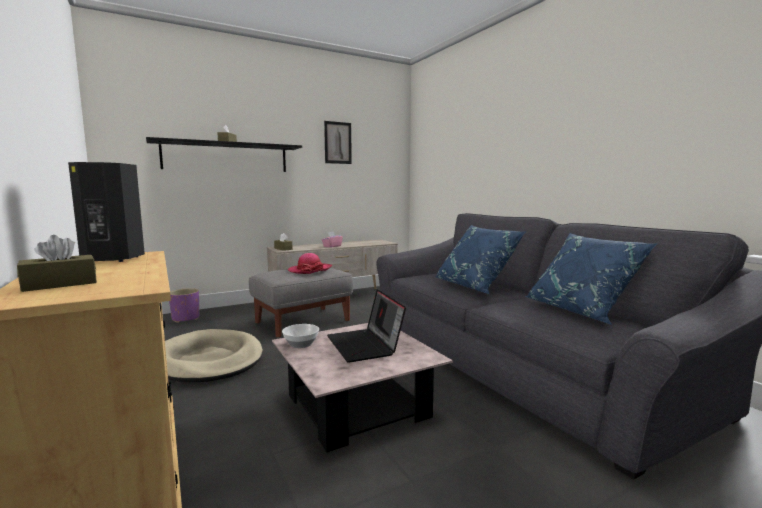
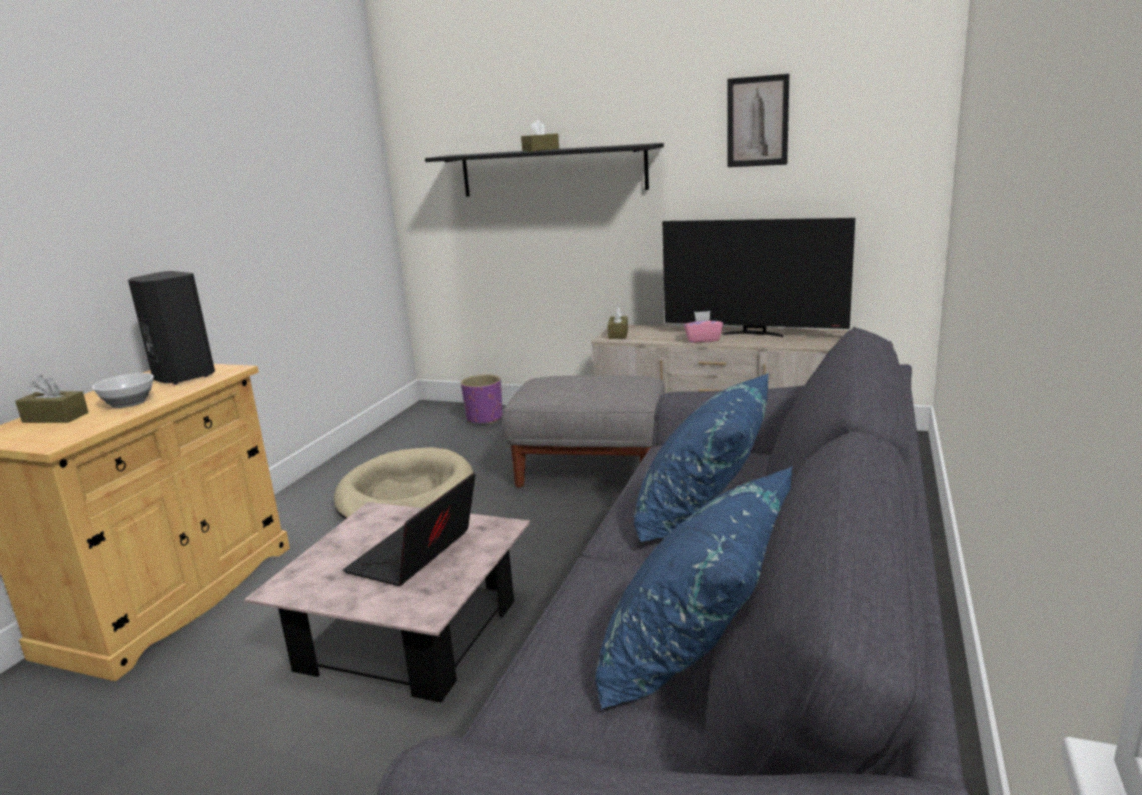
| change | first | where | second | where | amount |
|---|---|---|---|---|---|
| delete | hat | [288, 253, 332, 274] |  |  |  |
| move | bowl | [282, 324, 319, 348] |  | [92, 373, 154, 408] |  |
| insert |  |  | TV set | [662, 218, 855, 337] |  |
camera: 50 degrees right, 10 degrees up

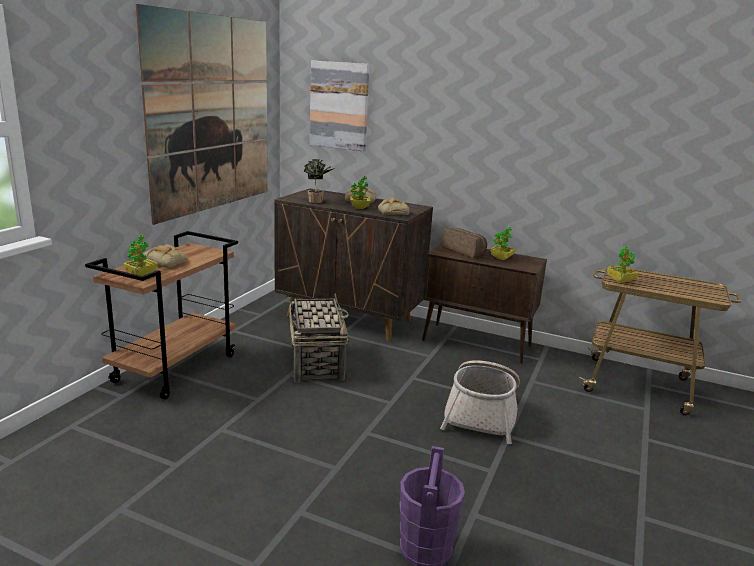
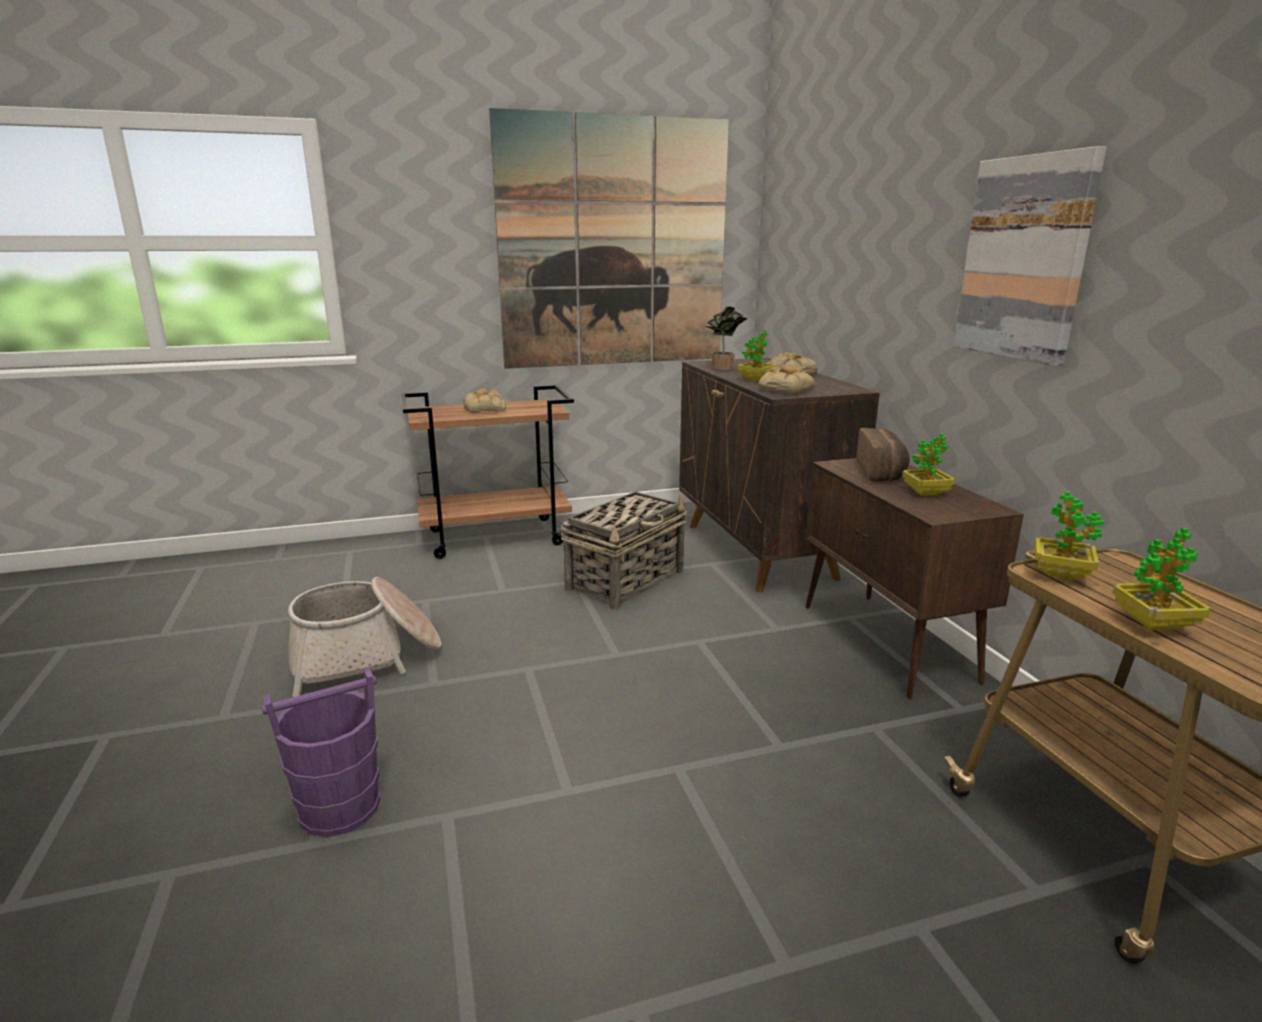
| change | first | where | second | where | amount |
|---|---|---|---|---|---|
| move | wall art | [310, 60, 370, 151] |  | [954, 146, 1106, 366] |  |
| move | potted plant | [123, 234, 158, 276] |  | [1113, 528, 1211, 630] |  |
| move | basket | [440, 360, 520, 444] |  | [288, 577, 441, 697] |  |
camera: 50 degrees right, 0 degrees up

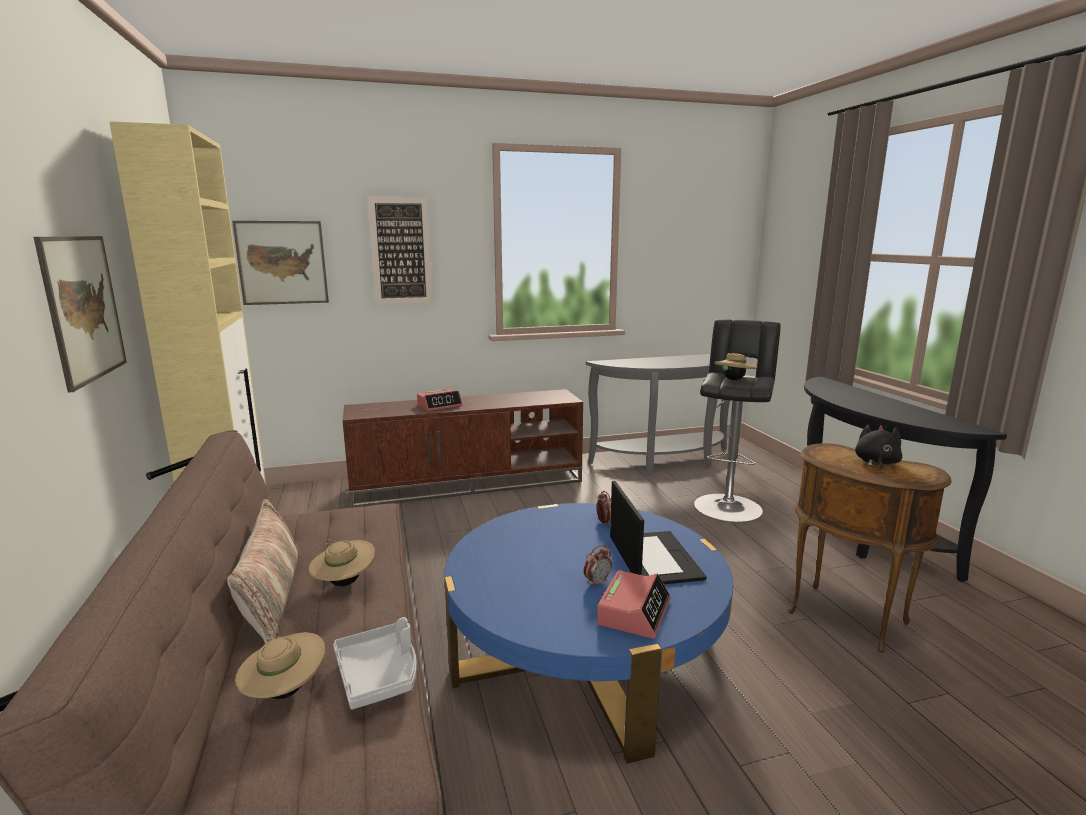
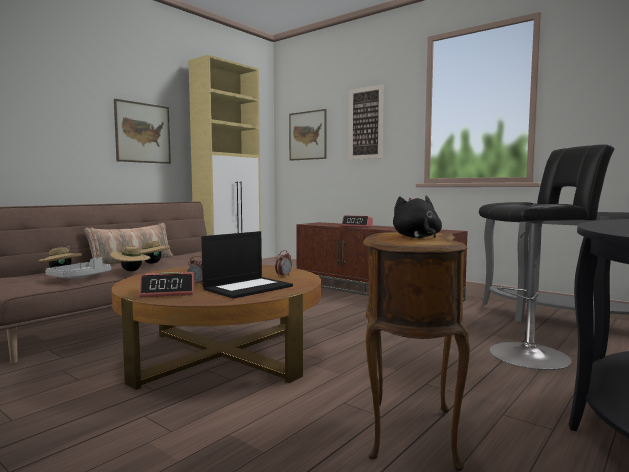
| change | first | where | second | where | amount |
|---|---|---|---|---|---|
| move | hat (beige) | [714, 353, 757, 380] |  | [110, 246, 151, 271] |  |
| rotate | cuddly toy (blackish) | [855, 424, 902, 472] |  | [393, 196, 442, 238] | 90 degrees counterclockwise |
| recolor | lounge table (blue-coloured) | [444, 503, 733, 764] | lounge table (brown) | [112, 265, 321, 390] |  |
camera: 55 degrees right, 10 degrees down

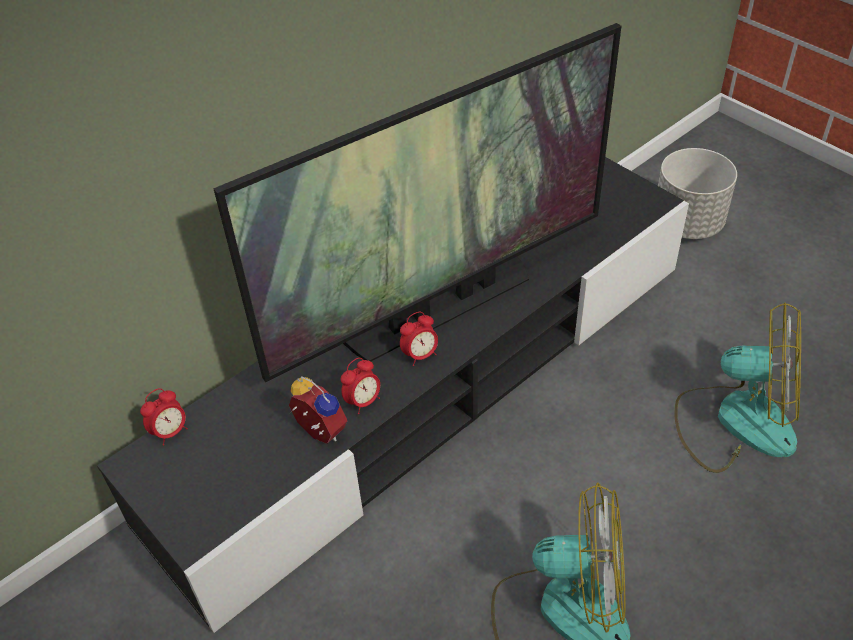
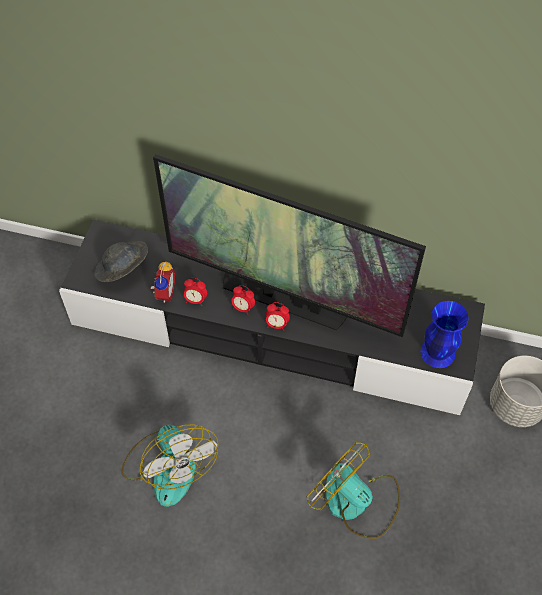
| change | first | where | second | where | amount |
|---|---|---|---|---|---|
| rotate | fan | [674, 303, 801, 473] |  | [306, 441, 400, 539] | 150 degrees clockwise |
| move | bedside clock | [140, 388, 188, 445] |  | [266, 302, 290, 331] |  |
| insert |  |  | hat (grey) | [95, 241, 148, 282] |  |
| insert |  |  | vase (blue-coloured) | [421, 301, 469, 368] |  |
camera: 55 degrees right, 10 degrees up

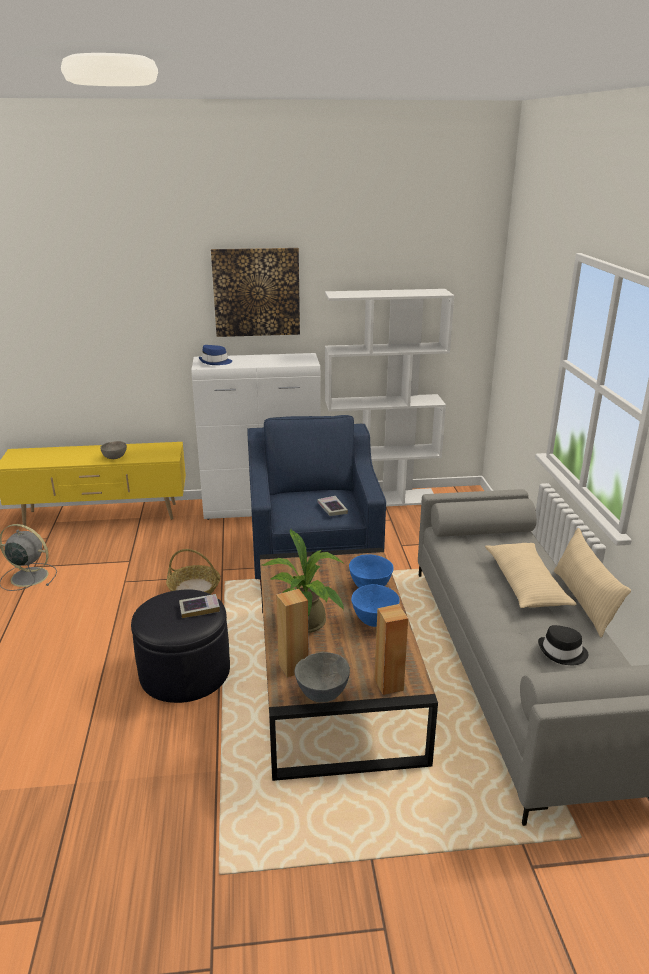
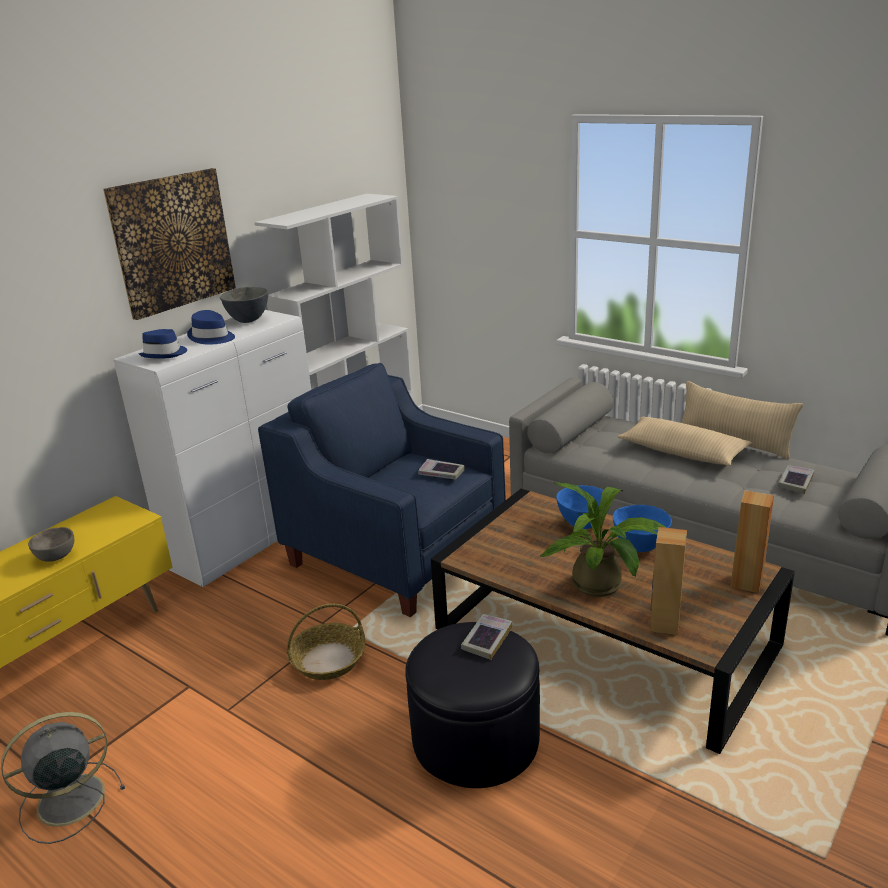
| change | first | where | second | where | amount |
|---|---|---|---|---|---|
| replace | hat (blackish) | [538, 625, 589, 665] | bound book | [778, 465, 814, 494] |  |
| move | bowl (grey) | [294, 652, 350, 703] |  | [220, 287, 268, 323] |  |
| insert |  |  | hat (blue-coloured) | [187, 310, 235, 345] |  |
camera: 45 degrees left, 0 degrees up

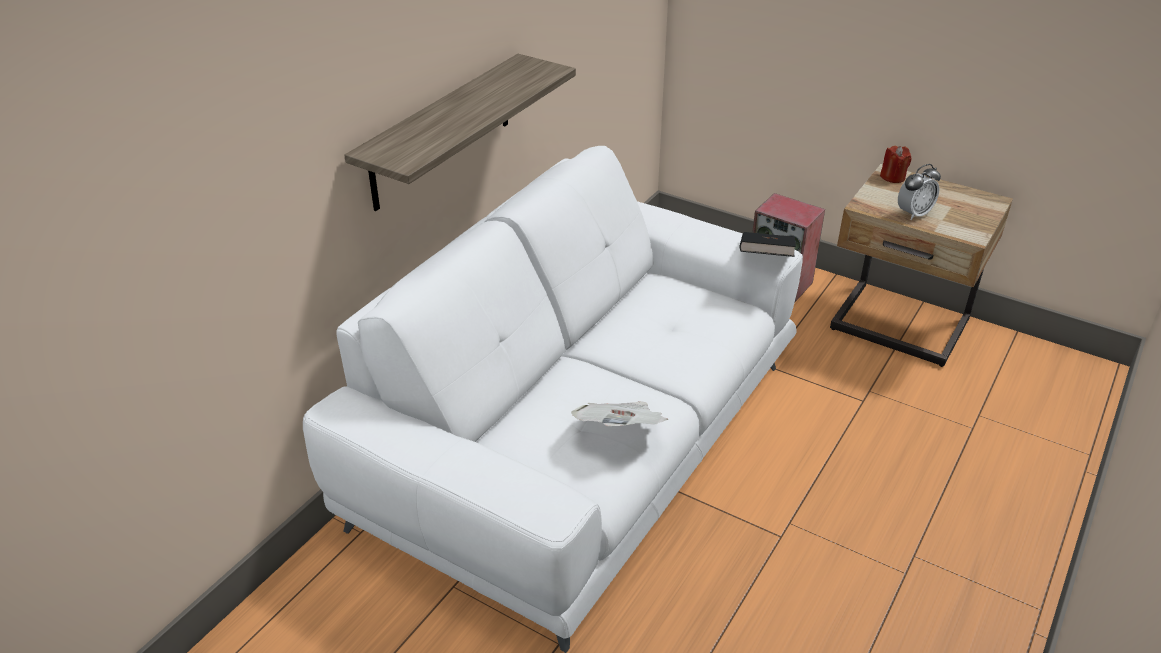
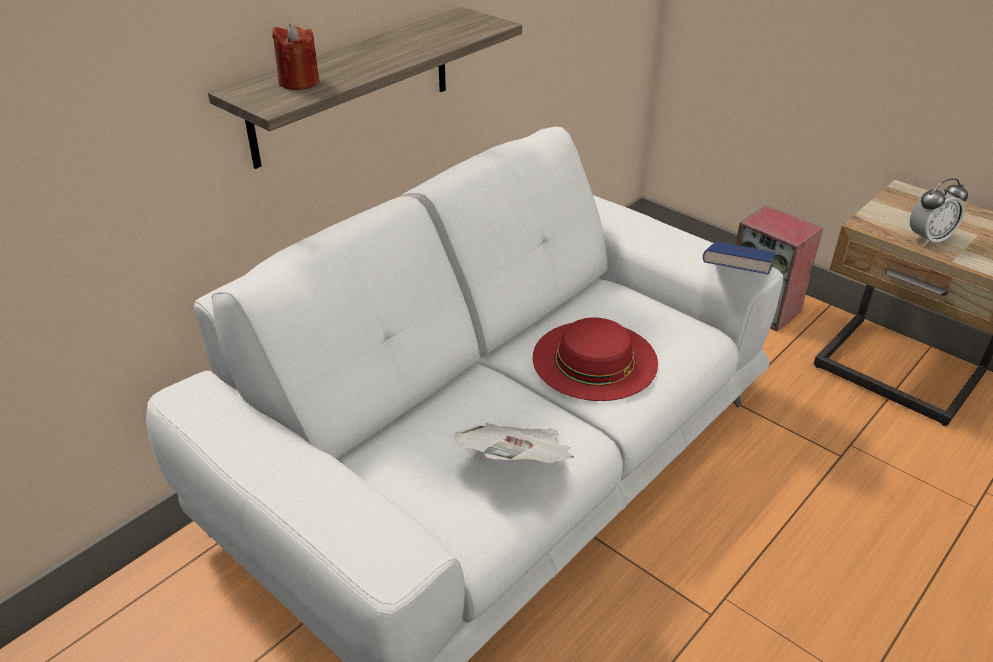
| change | first | where | second | where | amount |
|---|---|---|---|---|---|
| move | wax candle (red-coloured) | [880, 145, 911, 183] |  | [272, 24, 319, 90] |  |
| recolor | bound book (blackish) | [740, 232, 796, 257] | bound book (blue-coloured) | [703, 241, 776, 275] |  |
| insert |  |  | hat (red-coloured) | [533, 318, 658, 401] |  |
camera: 10 degrees right, 0 degrees up

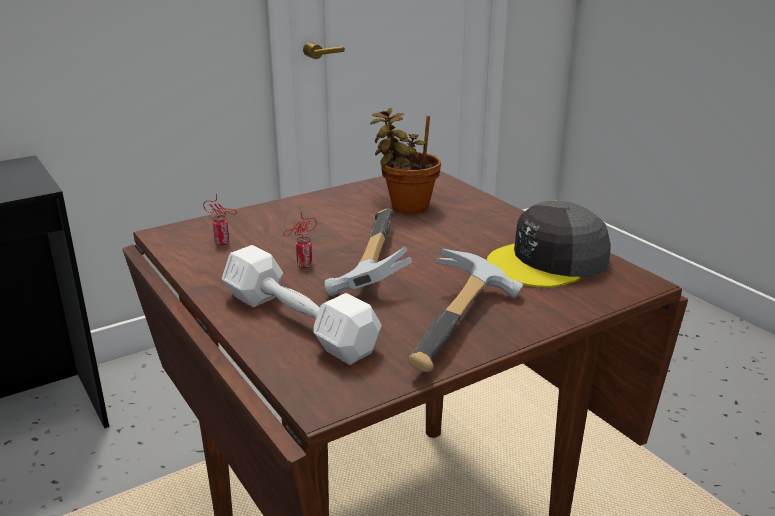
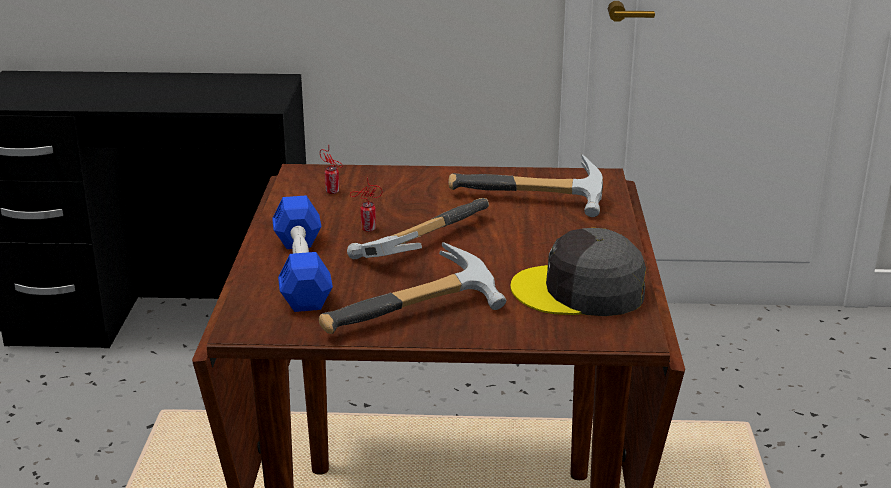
| change | first | where | second | where | amount |
|---|---|---|---|---|---|
| replace | potted plant | [370, 108, 441, 214] | hand hammer | [449, 154, 603, 217] |  |
| recolor | free weight (whitish) | [222, 245, 382, 365] | free weight (blue-coloured) | [272, 196, 333, 312] |  |
camera: 35 degrees right, 0 degrees up

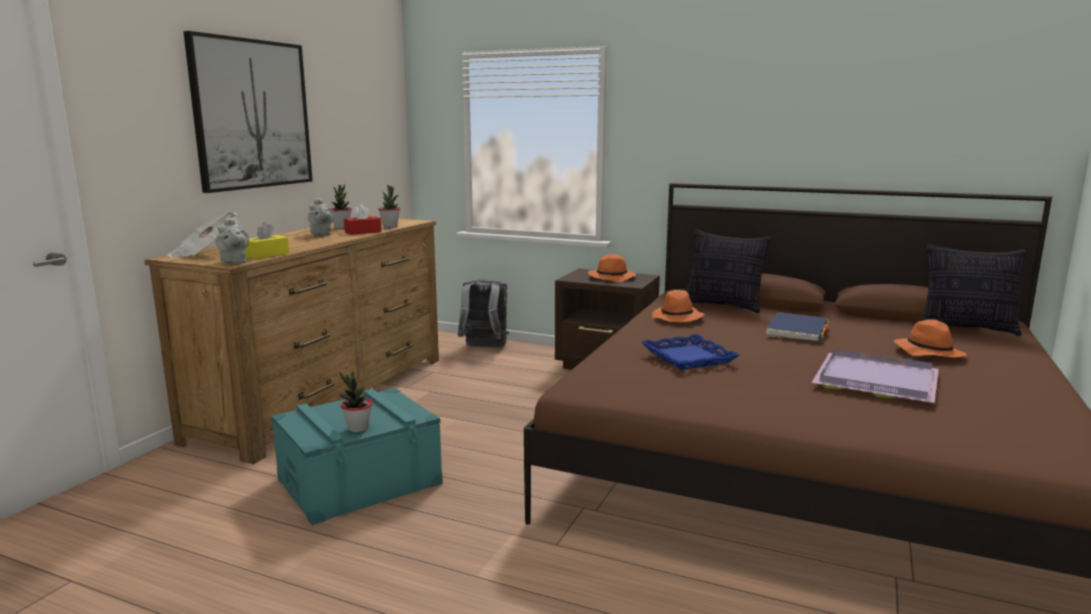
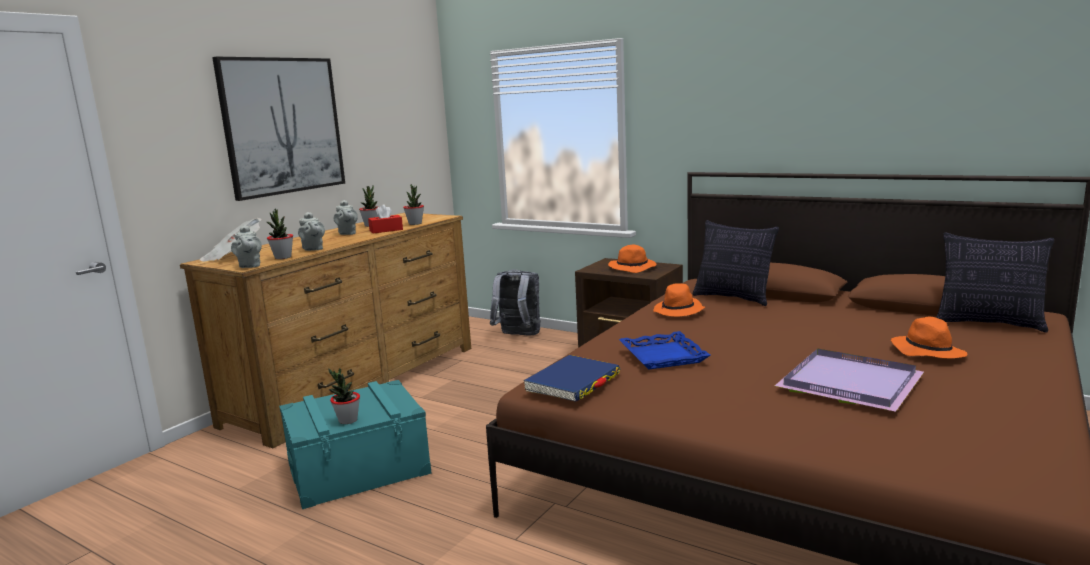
| change | first | where | second | where | amount |
|---|---|---|---|---|---|
| replace | tissue holder (yellow-coloured) | [245, 222, 289, 259] | potted plant | [267, 209, 293, 259] |  |
| move | bound book (blue-coloured) | [766, 312, 829, 342] |  | [523, 355, 620, 402] |  |
| insert |  |  | pot for tea (grey) | [298, 212, 325, 251] |  |
camera: 10 degrees right, 0 degrees up

